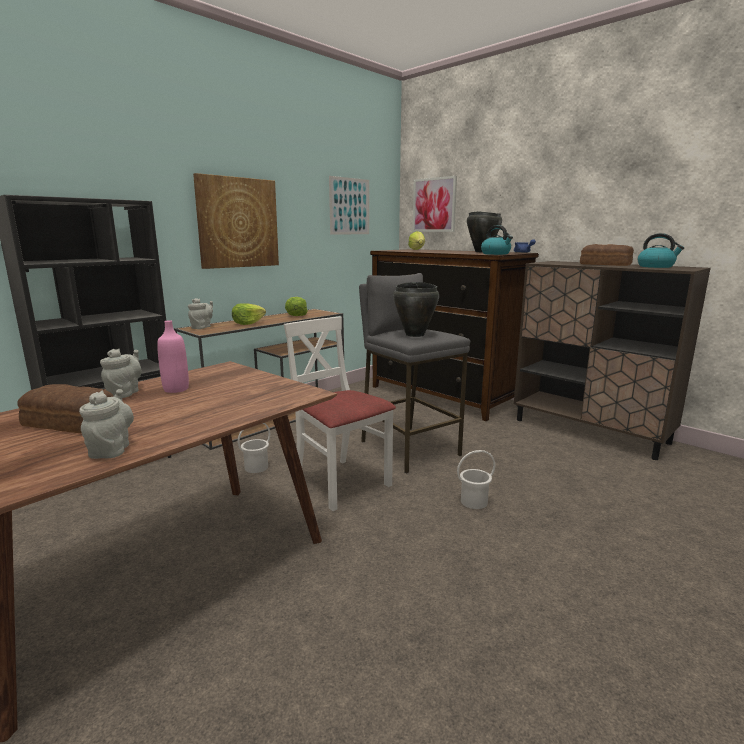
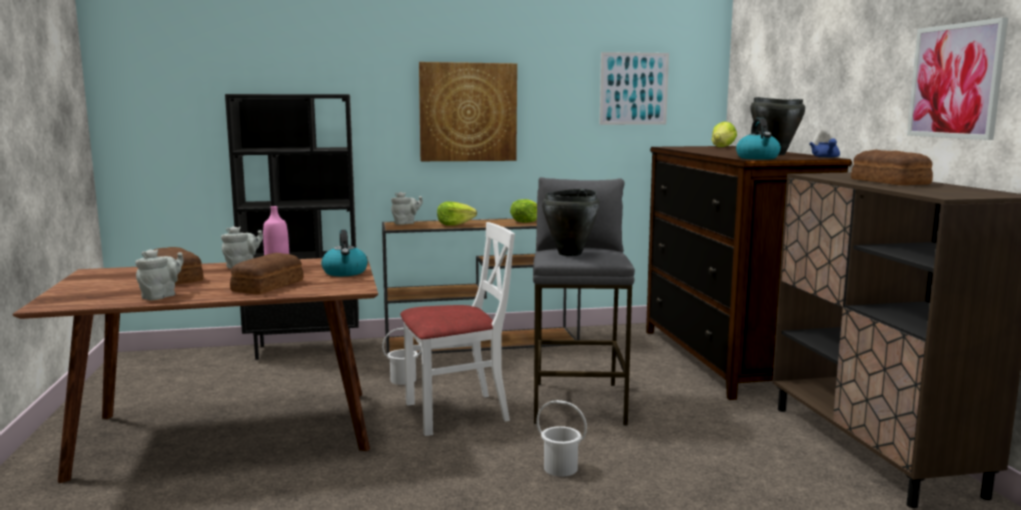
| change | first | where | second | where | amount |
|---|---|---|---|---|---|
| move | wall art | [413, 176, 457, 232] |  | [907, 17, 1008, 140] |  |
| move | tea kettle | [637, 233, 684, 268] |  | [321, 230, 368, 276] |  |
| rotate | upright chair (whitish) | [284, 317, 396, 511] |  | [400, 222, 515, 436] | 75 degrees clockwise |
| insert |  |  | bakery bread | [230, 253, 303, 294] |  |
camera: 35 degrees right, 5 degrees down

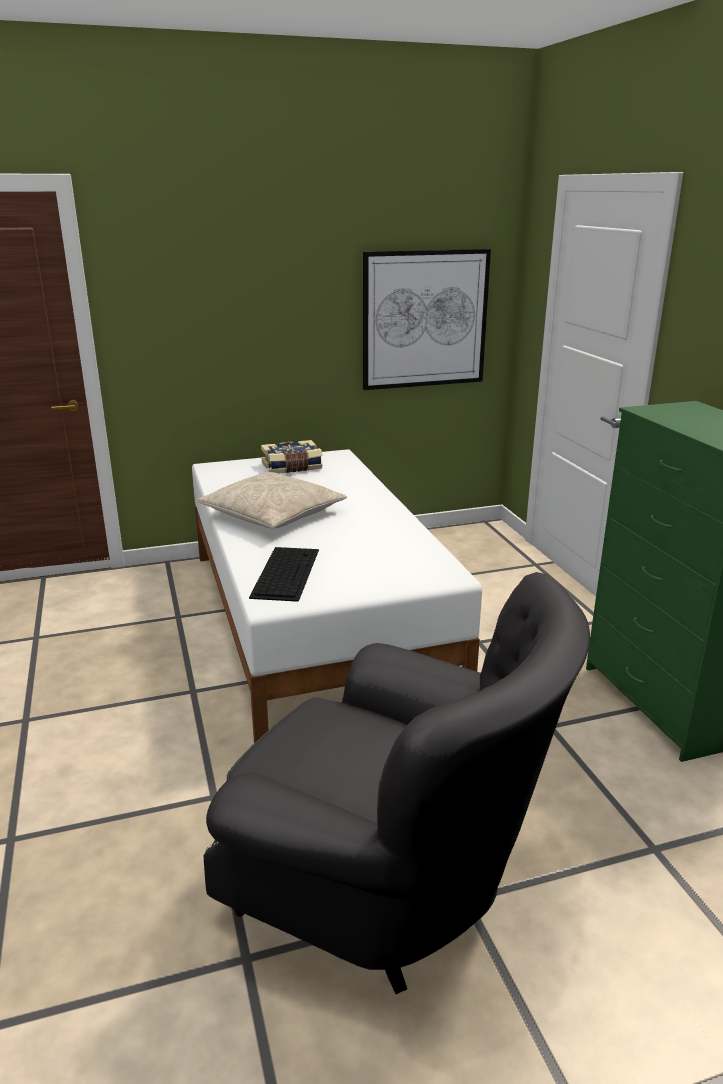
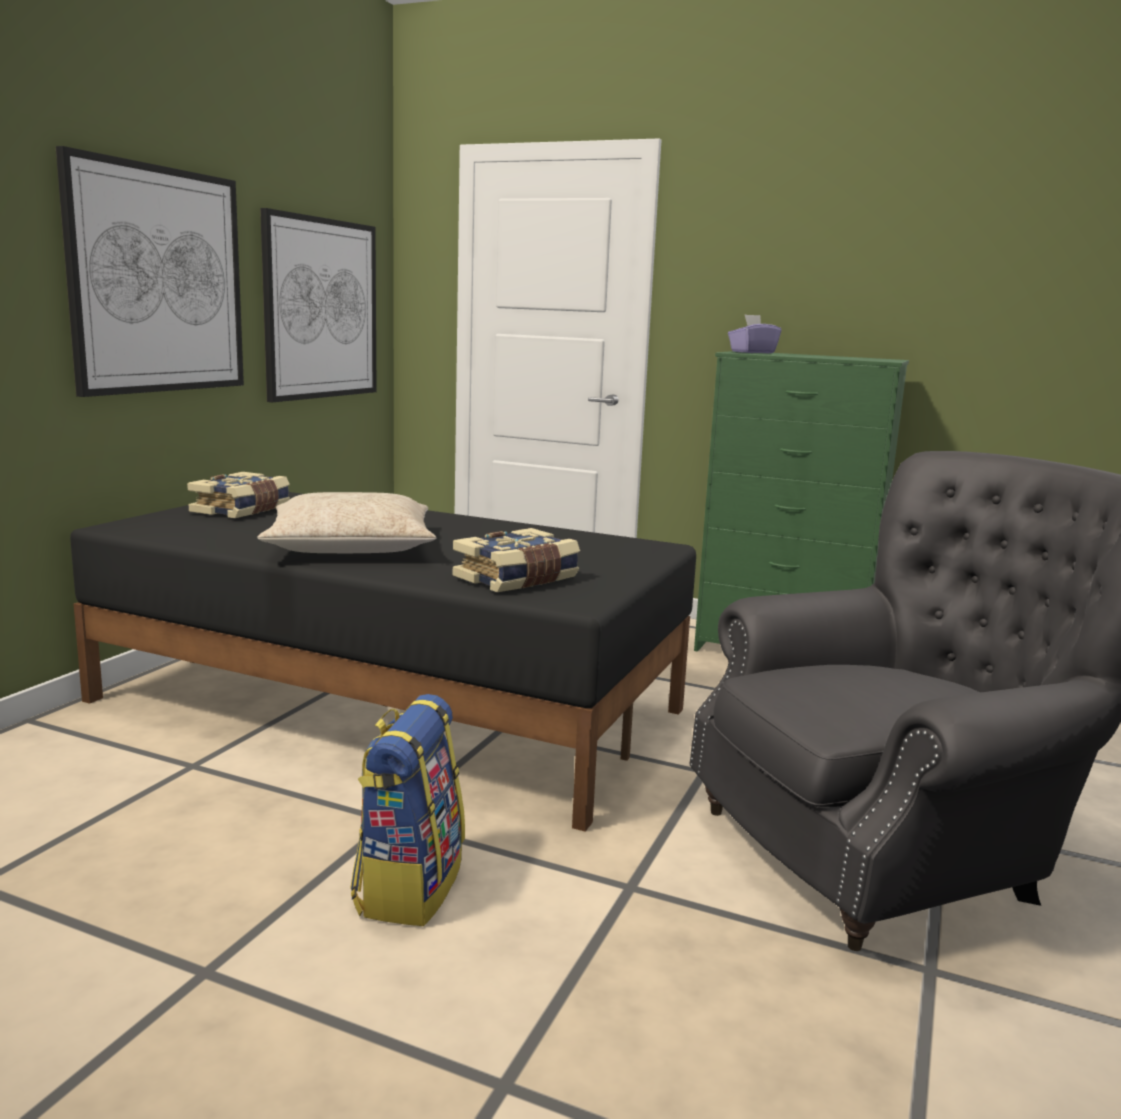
| change | first | where | second | where | amount |
|---|---|---|---|---|---|
| recolor | bed (whitish) | [192, 449, 482, 743] | bed (blackish) | [70, 492, 696, 832] |  |
| replace | PC keyboard | [249, 547, 319, 602] | bound book | [453, 528, 580, 592] |  |
| insert |  |  | wall art | [56, 146, 244, 397] |  |
| insert |  |  | tissue holder (purplish) | [728, 314, 782, 353] |  |
| insert |  |  | backpack | [350, 694, 465, 926] |  |
camera: 50 degrees left, 10 degrees down

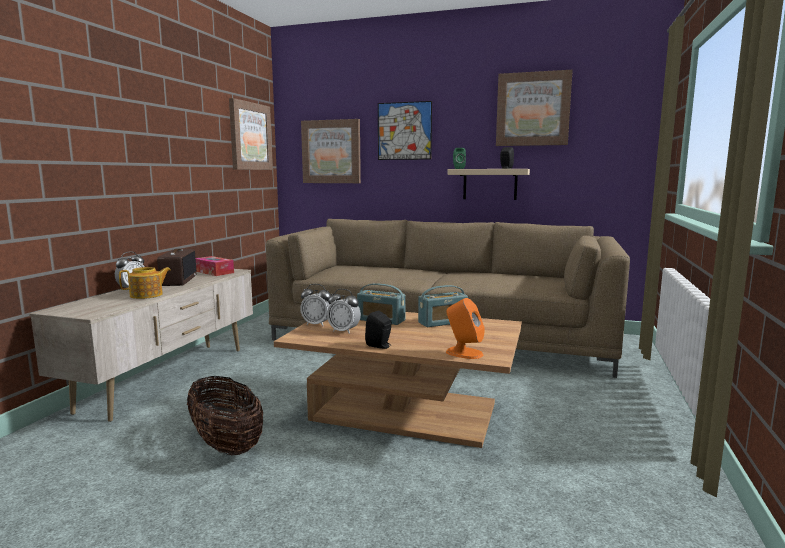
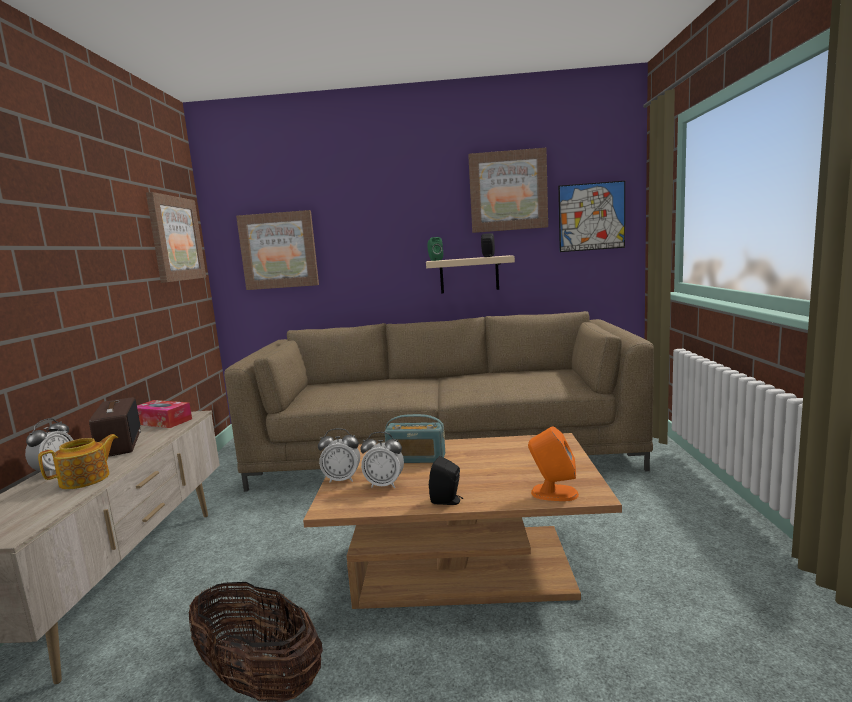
| change | first | where | second | where | amount |
|---|---|---|---|---|---|
| move | wall art | [378, 101, 432, 160] |  | [558, 181, 625, 252] |  |
| delete | radio | [418, 285, 468, 327] |  |  |  |
camera: 15 degrees left, 0 degrees up

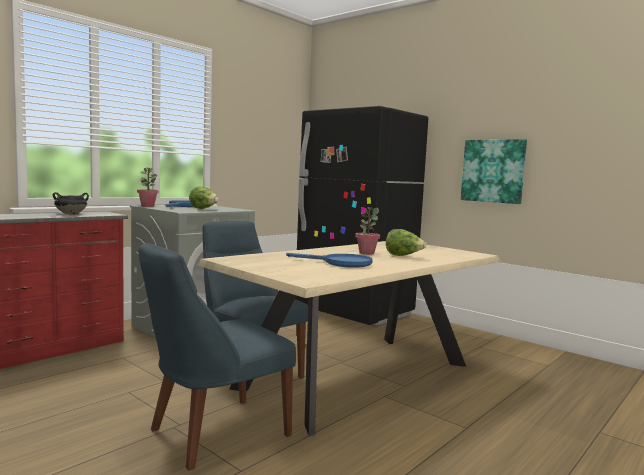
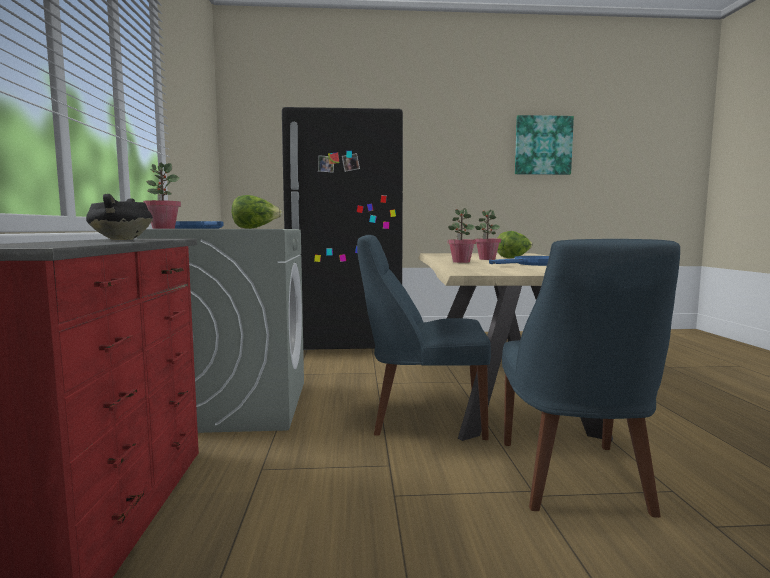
| change | first | where | second | where | amount |
|---|---|---|---|---|---|
| move | wall art | [461, 139, 527, 204] |  | [515, 115, 574, 175] |  |
| insert |  |  | potted plant | [448, 208, 476, 263] |  |
camera: 45 degrees left, 0 degrees up

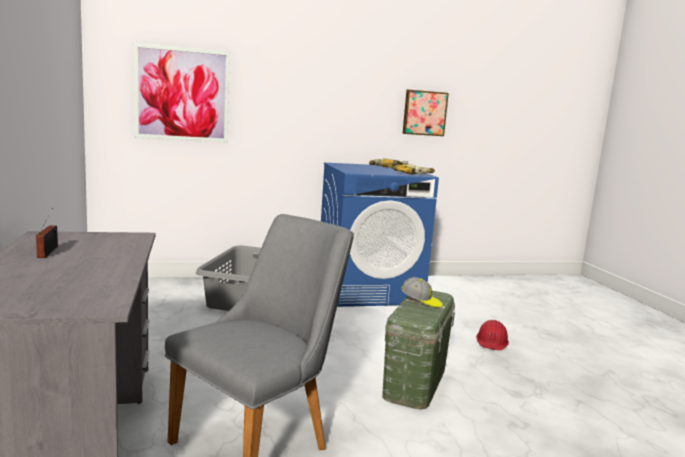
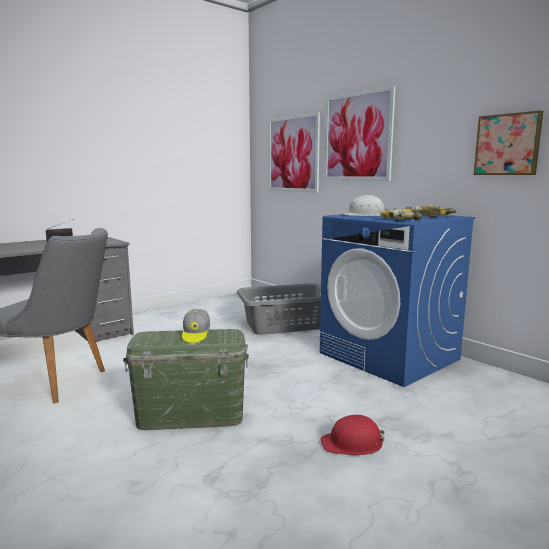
| change | first | where | second | where | amount |
|---|---|---|---|---|---|
| insert |  |  | wall art | [324, 86, 396, 181] |  |
| insert |  |  | hard hat (whitish) | [342, 195, 388, 216] |  |
camera: 65 degrees right, 0 degrees up

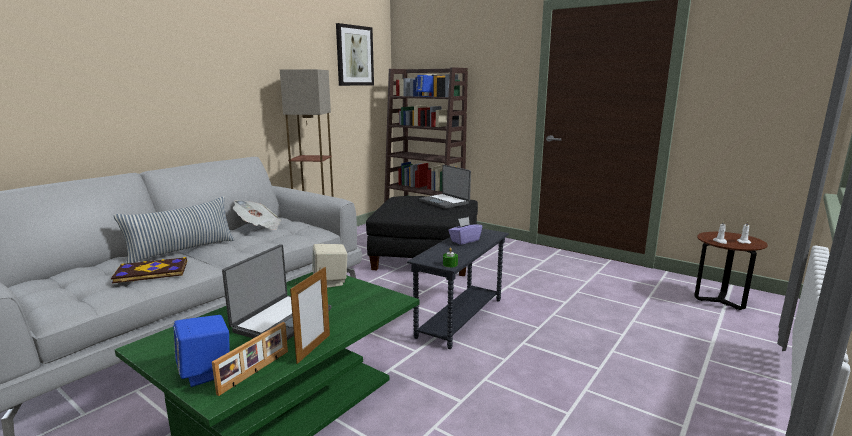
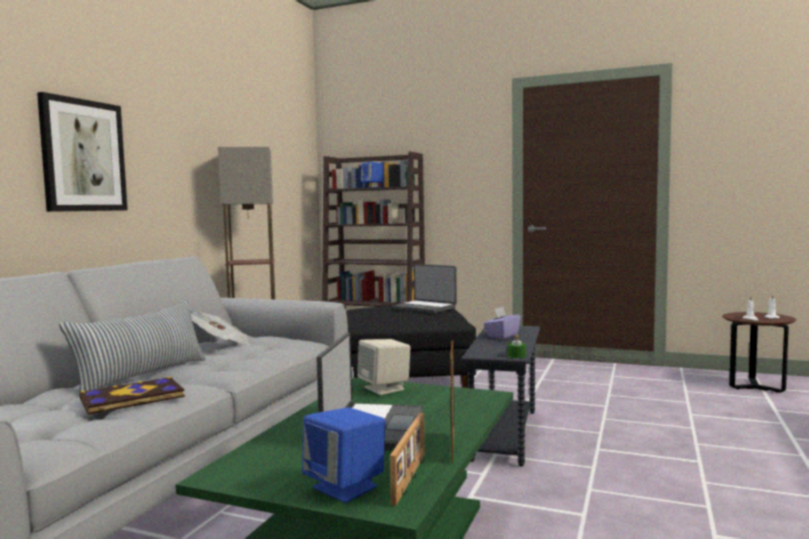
| change | first | where | second | where | amount |
|---|---|---|---|---|---|
| move | wall art | [336, 23, 374, 86] |  | [37, 92, 128, 212] |  |
camera: 15 degrees left, 10 degrees down

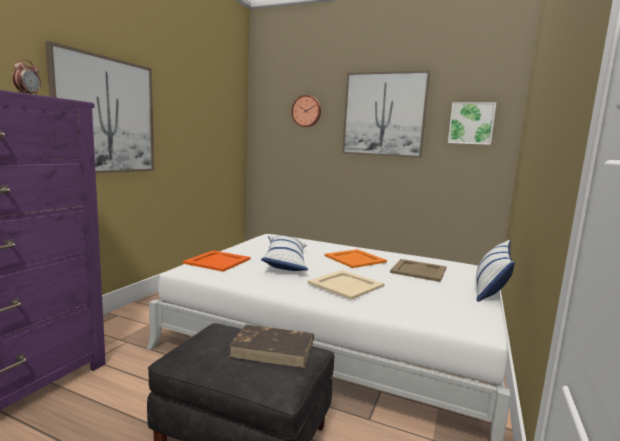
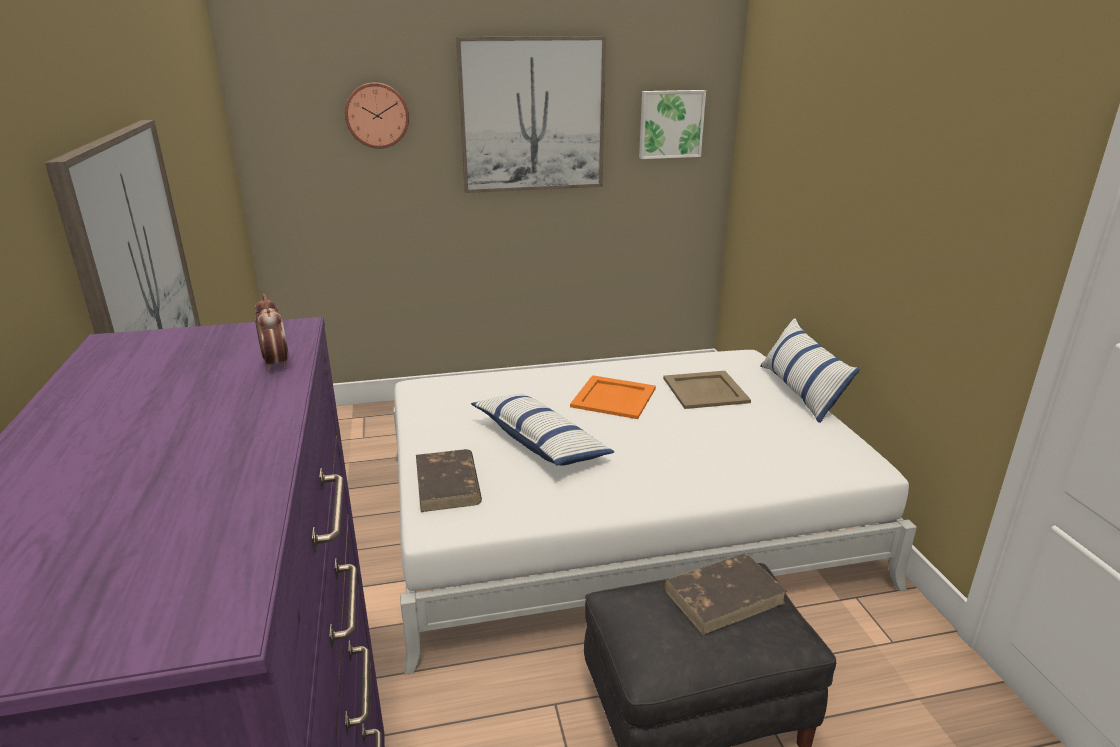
| change | first | where | second | where | amount |
|---|---|---|---|---|---|
| replace | tray (orangey) | [183, 250, 251, 272] | bound book (brown) | [416, 449, 482, 512] |  |
| delete | tray (beige) | [308, 270, 385, 300] |  |  |  |
camera: 35 degrees left, 15 degrees up

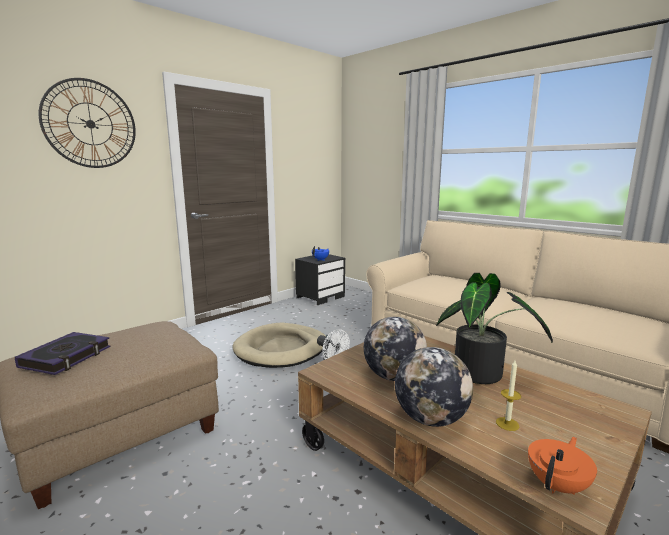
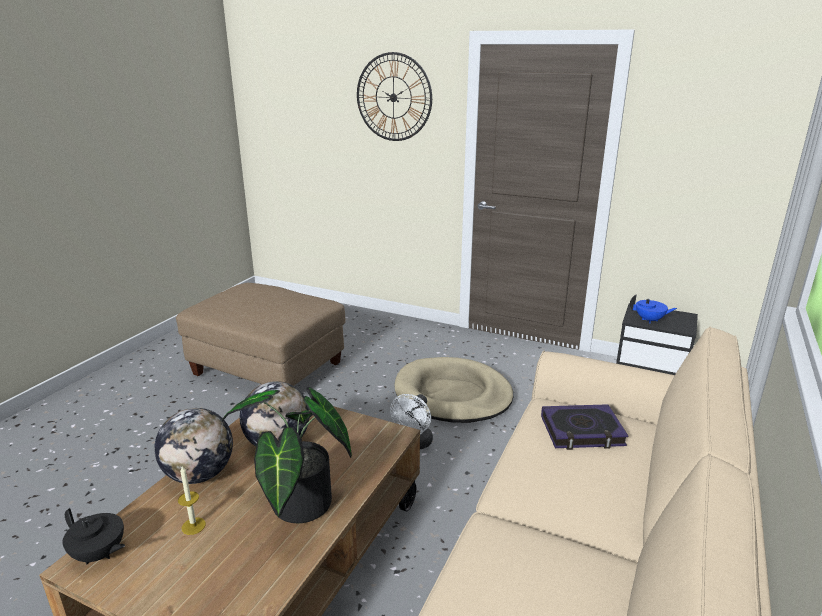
| change | first | where | second | where | amount |
|---|---|---|---|---|---|
| move | bound book | [15, 332, 111, 375] |  | [541, 404, 628, 450] |  |
| recolor | pot for tea (orangey) | [528, 437, 597, 495] | pot for tea (blackish) | [62, 508, 125, 564] |  |
camera: 70 degrees right, 10 degrees up

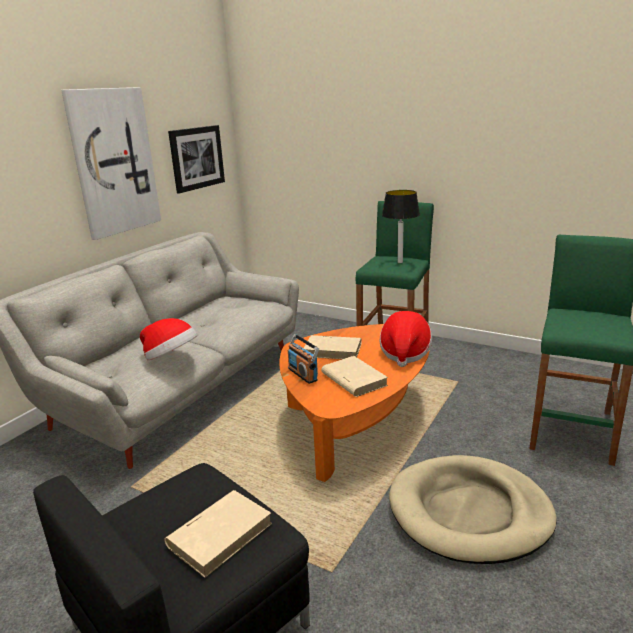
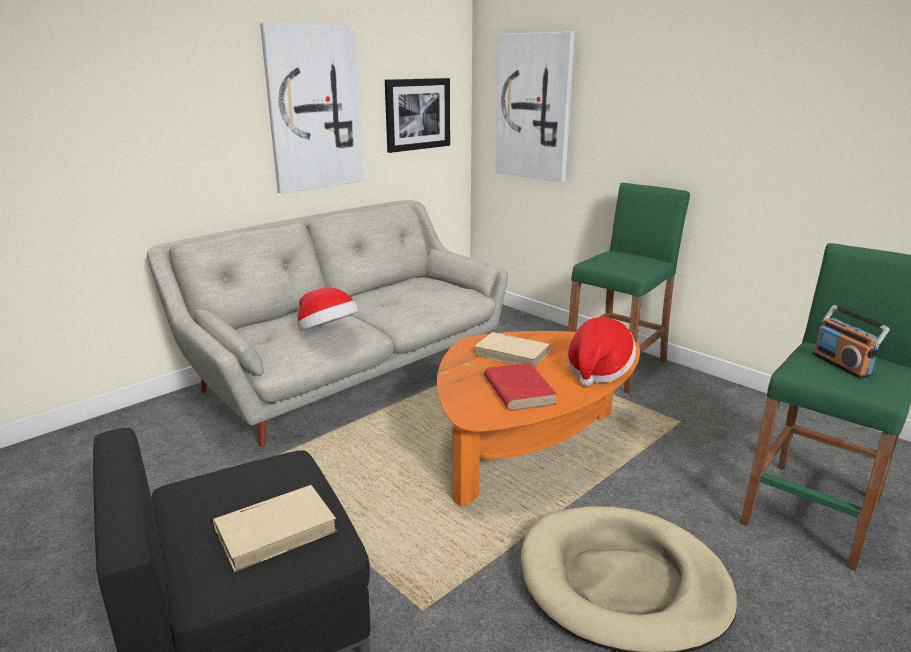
| change | first | where | second | where | amount |
|---|---|---|---|---|---|
| delete | tabletop lamp | [382, 190, 420, 263] |  |  |  |
| move | radio | [288, 334, 319, 384] |  | [813, 305, 890, 379] |  |
| recolor | bound book (beige) | [321, 356, 388, 397] | bound book (red-coloured) | [484, 363, 557, 411] |  |
| insert |  |  | wall art | [495, 31, 575, 182] |  |
camera: 15 degrees right, 0 degrees up

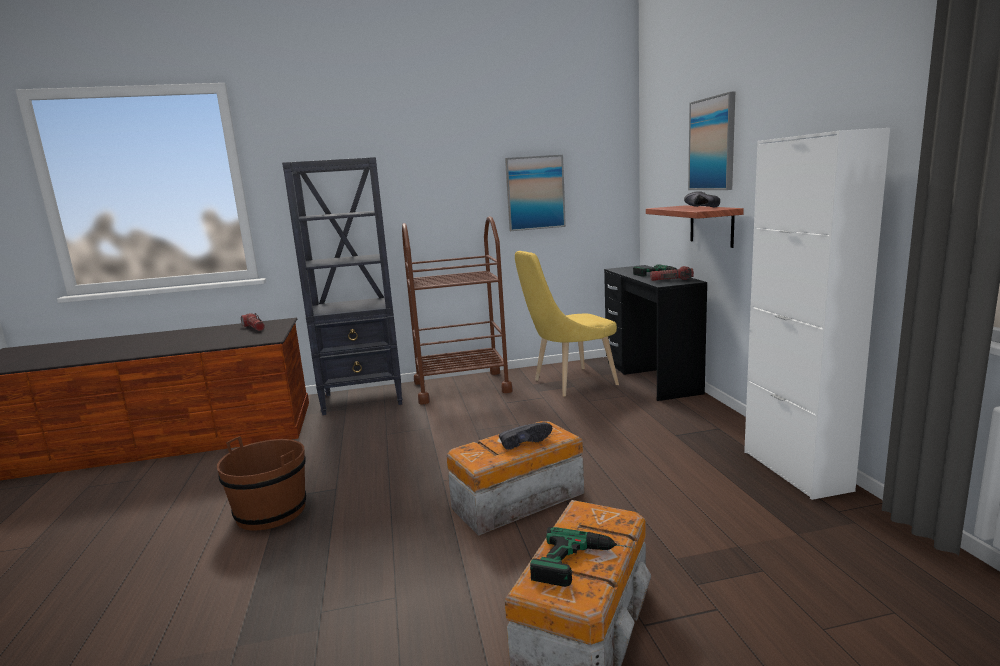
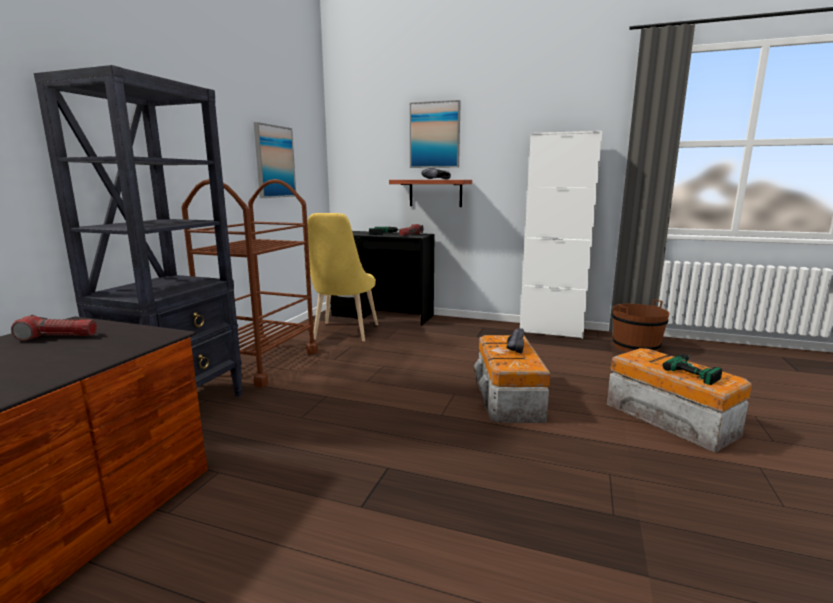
| change | first | where | second | where | amount |
|---|---|---|---|---|---|
| move | pail (brown) | [217, 436, 306, 531] |  | [612, 299, 670, 352] |  |
camera: 60 degrees left, 0 degrees up

